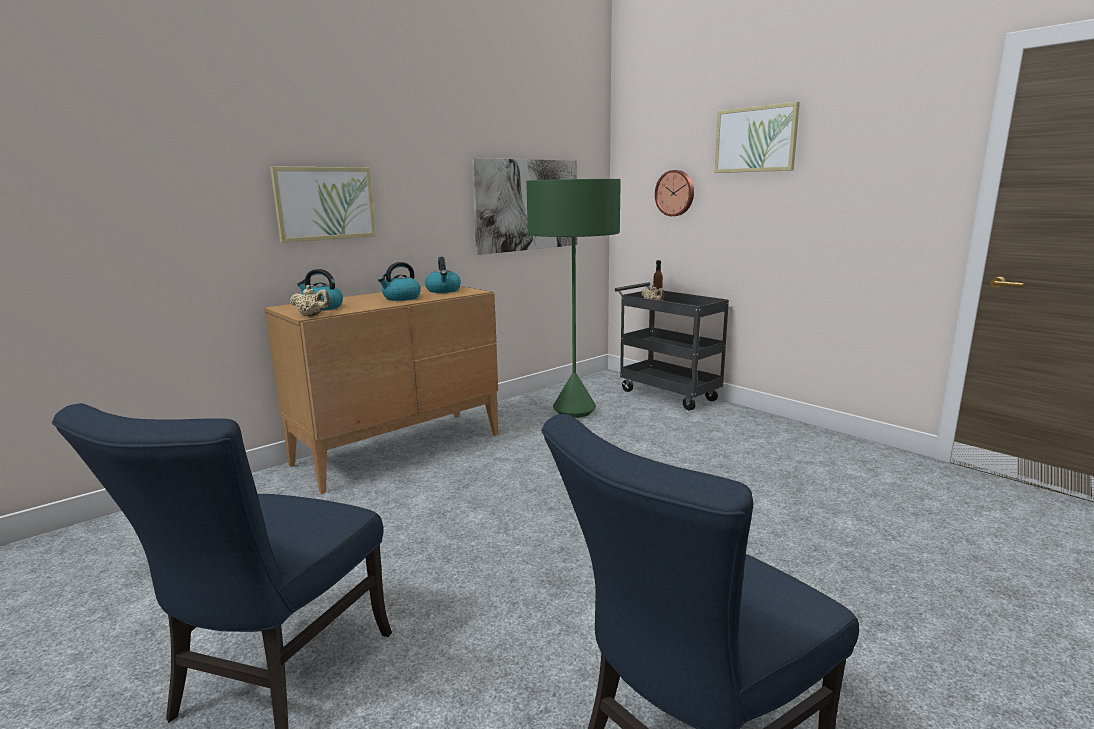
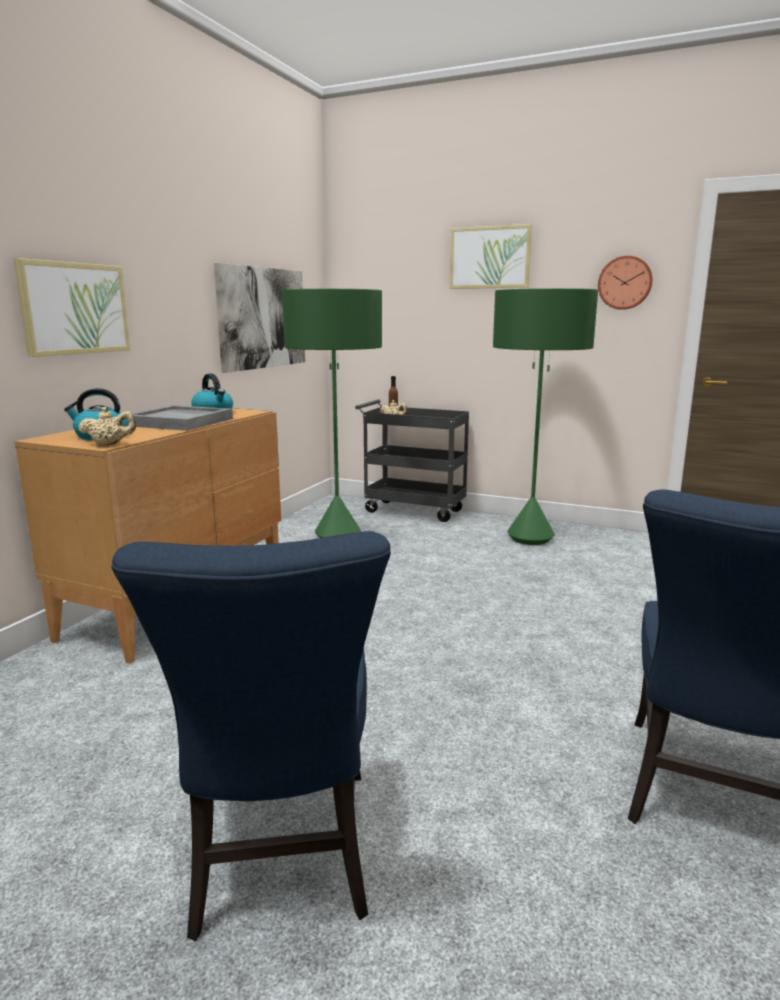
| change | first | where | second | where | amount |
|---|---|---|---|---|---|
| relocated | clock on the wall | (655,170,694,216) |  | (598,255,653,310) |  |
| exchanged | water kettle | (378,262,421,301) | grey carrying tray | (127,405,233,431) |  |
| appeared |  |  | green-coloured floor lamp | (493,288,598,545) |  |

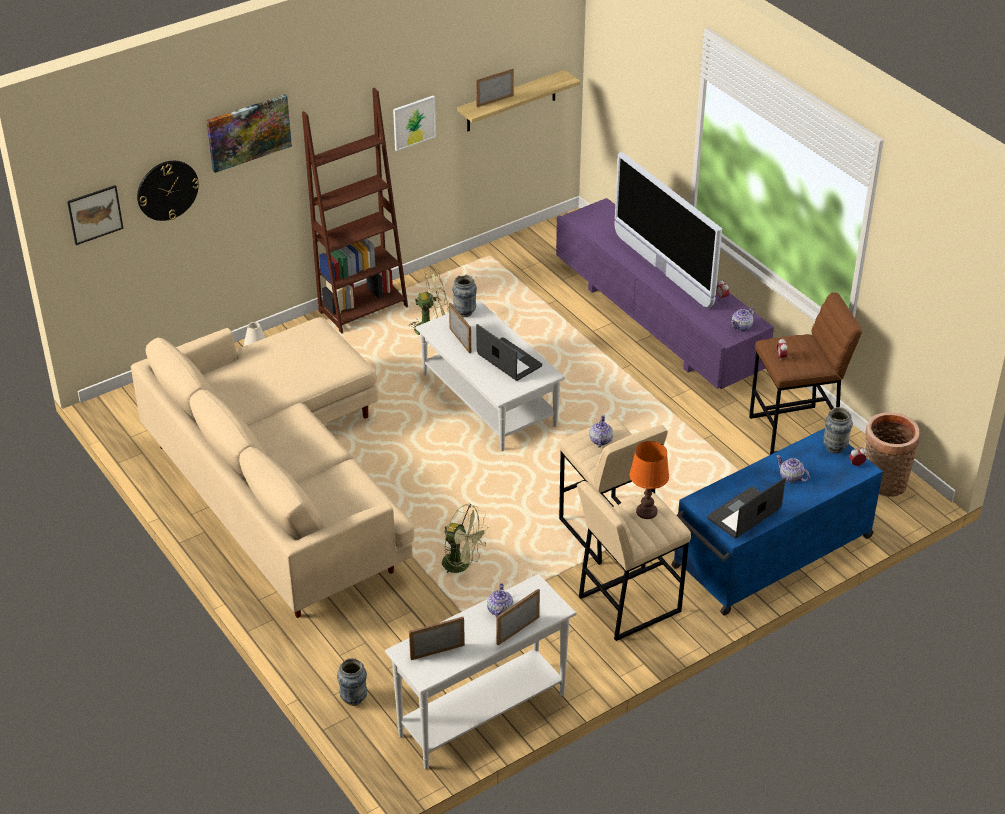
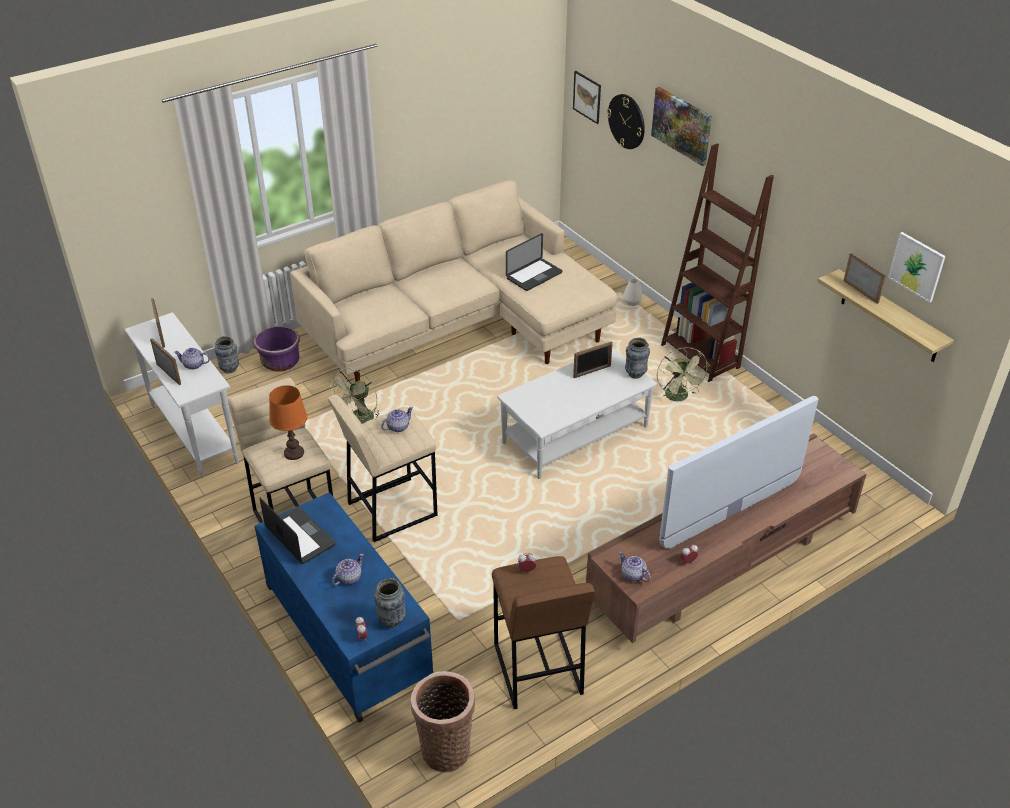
| change | first | where | second | where | amount |
|---|---|---|---|---|---|
| relocated | wall picture | (393,95,436,151) |  | (888,232,945,303) |  |
| colour | purple-coloured tv stand | (556,198,774,389) | brown tv stand | (586,433,866,643) |  |
| relocated | portable computer | (476,324,542,381) |  | (506,233,562,291) |  |
| spun | teapot | (589,415,613,448) |  | (381,407,413,432) | 45 degrees counterclockwise |
| appeared |  |  | purple-coloured plant pot | (253,327,300,372) |  |

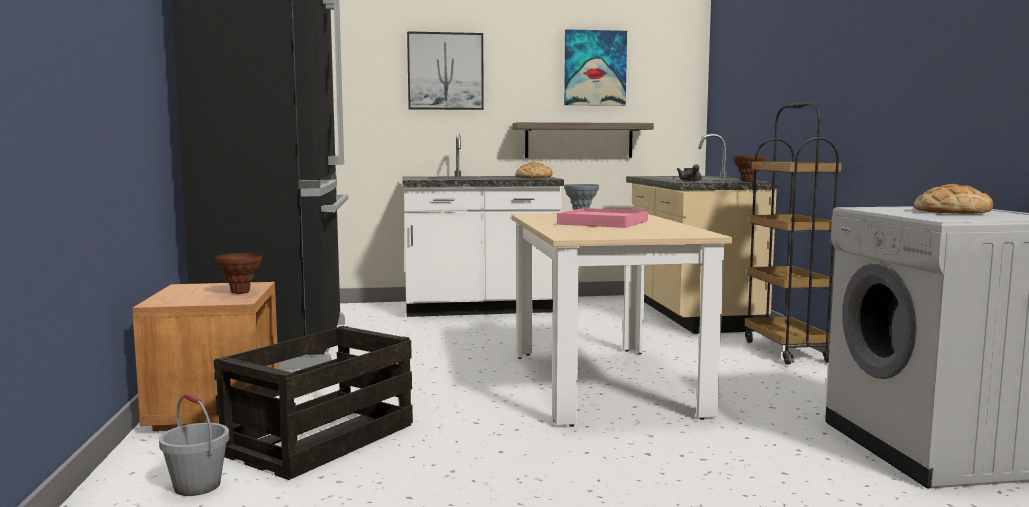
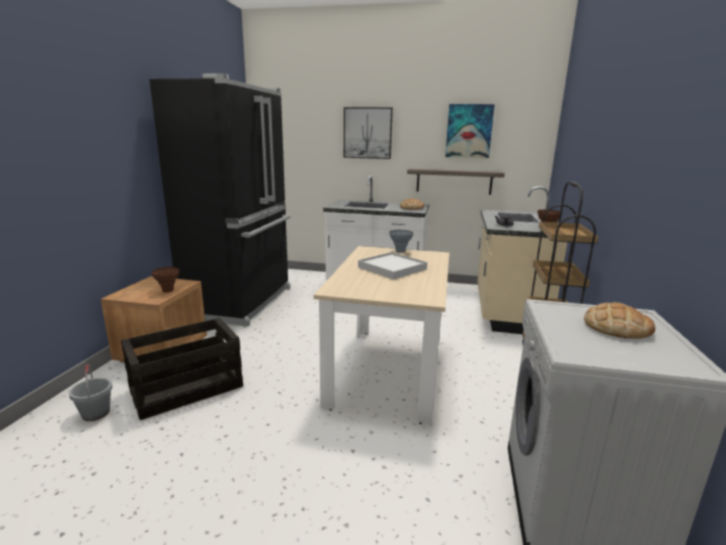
| change | first | where | second | where | amount |
|---|---|---|---|---|---|
| colour | pinkish carrying tray | (557,208,648,228) | white carrying tray | (358,252,427,280) |  |

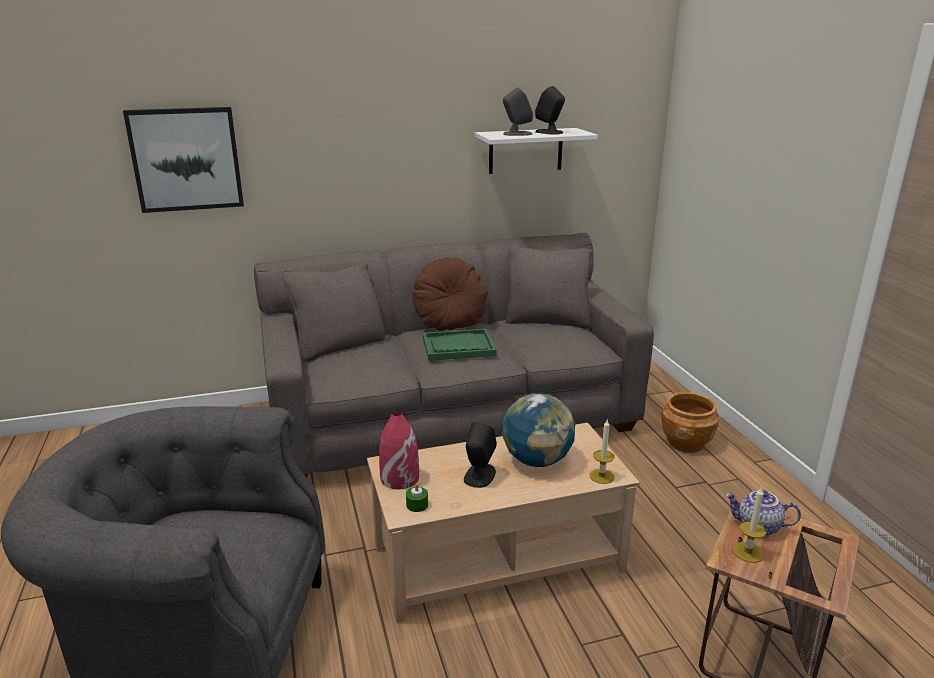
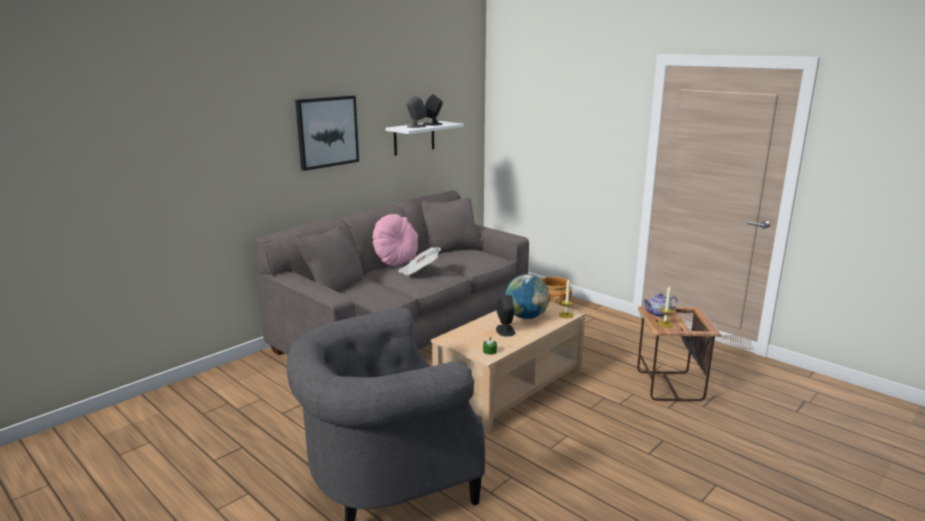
| change | first | where | second | where | amount |
|---|---|---|---|---|---|
| relocated | wall picture | (123,107,244,213) |  | (295,96,359,171) |  |
| colour | brown throw pillow | (412,257,488,331) | pinkish throw pillow | (373,214,418,266) |  |
| exchanged | green-coloured carrying tray | (423,329,497,361) | printed paper | (398,247,441,276) |  |
| missing | reddish flower vase | (379,411,419,489) |  |  |  |

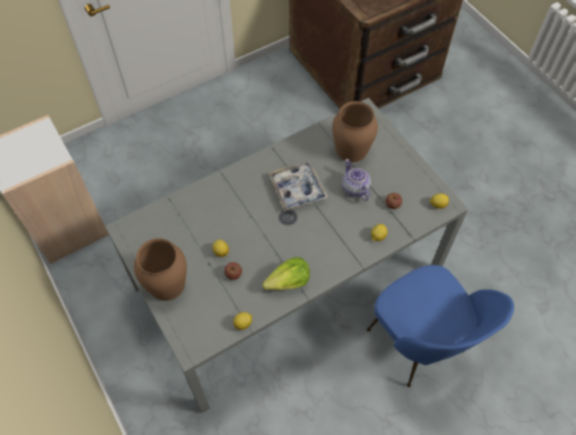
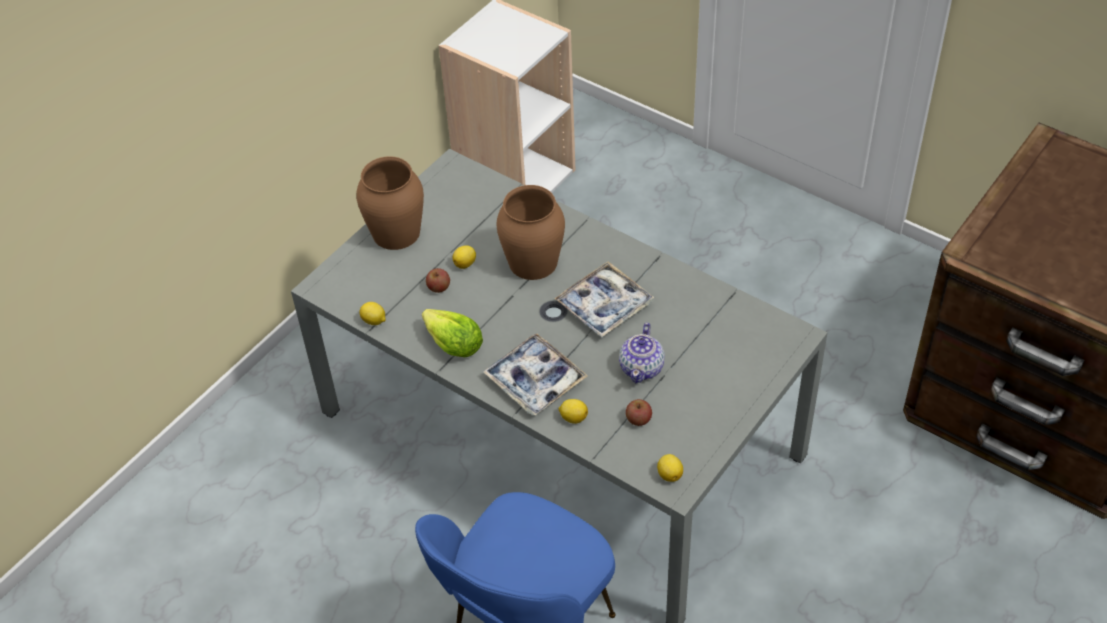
| change | first | where | second | where | amount |
|---|---|---|---|---|---|
| relocated | brown flower vase | (332,101,378,162) |  | (496,185,565,280) |  |
| spun | teapot | (342,159,371,201) |  | (619,323,665,383) | 150 degrees clockwise |
| appeared |  |  | carrying tray | (483,333,588,415) |  |

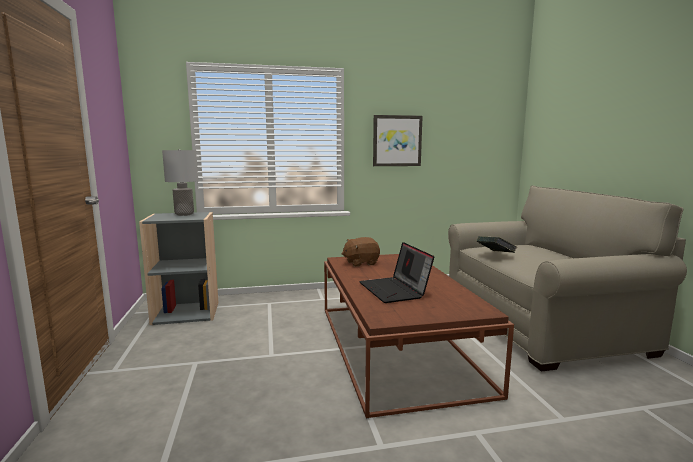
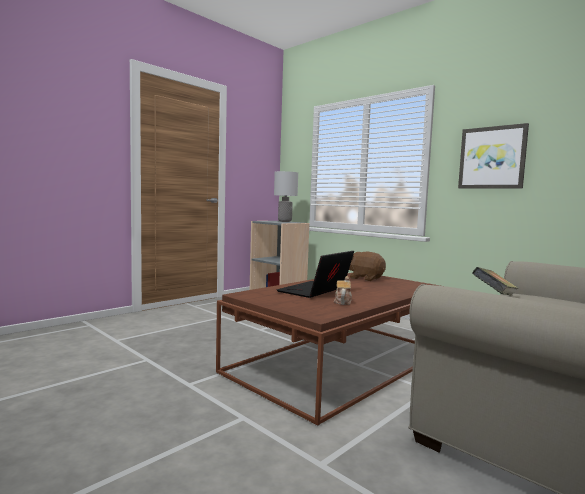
| change | first | where | second | where | amount |
|---|---|---|---|---|---|
| appeared |  |  | teapot | (334,276,352,305) |  |

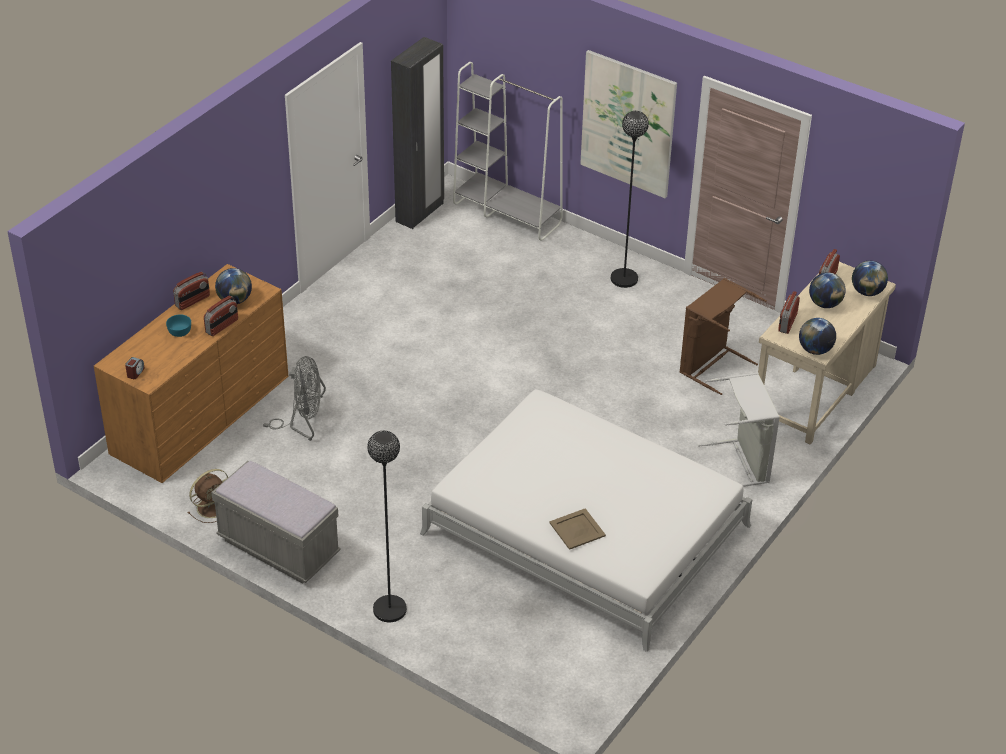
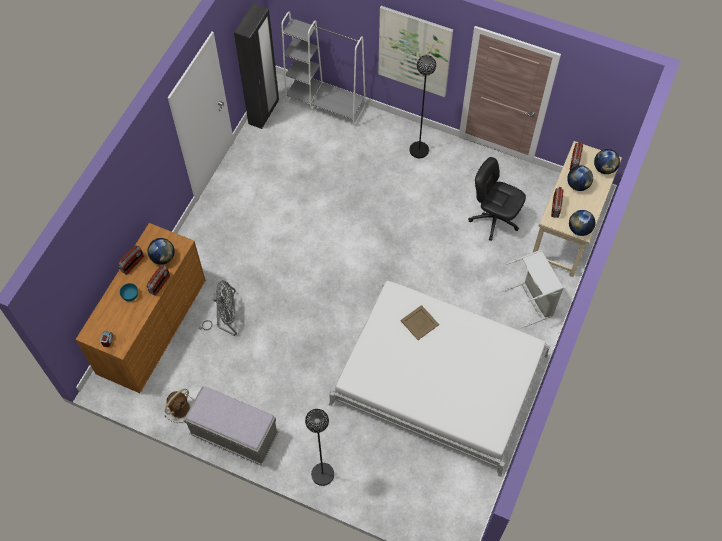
| change | first | where | second | where | amount |
|---|---|---|---|---|---|
| exchanged | brown washing basket | (679,278,767,395) | black-coloured desk chair | (468,157,526,241) |  |
| relocated | beige carrying tray | (549,508,606,550) |  | (400,305,439,340) |  |

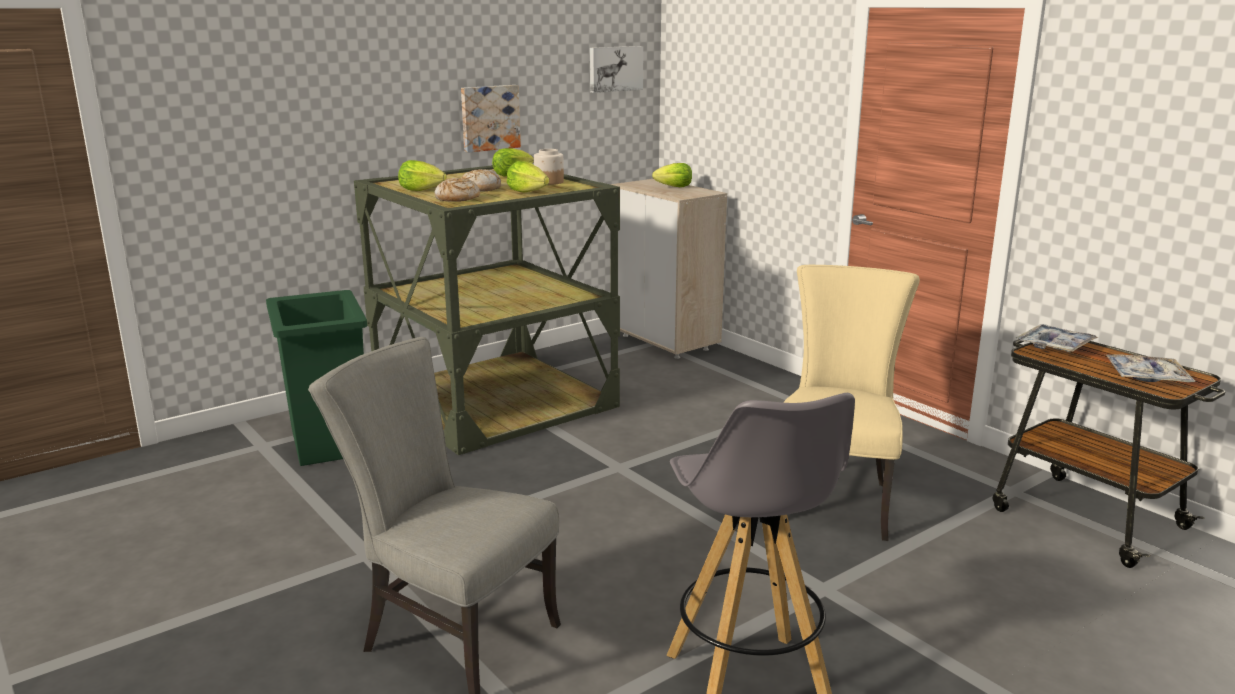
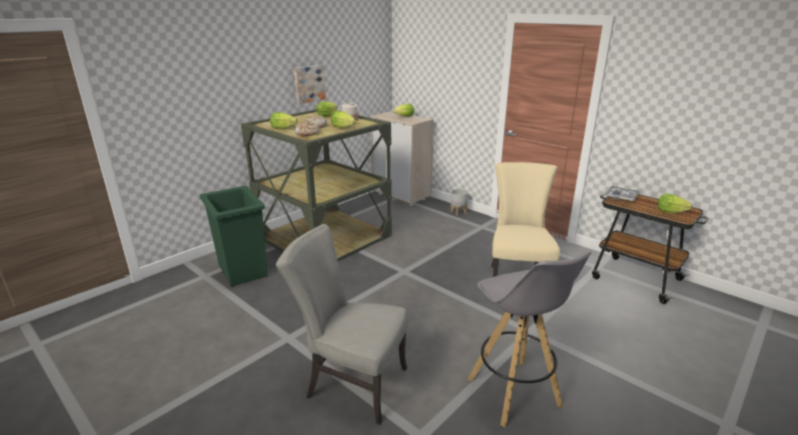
| change | first | where | second | where | amount |
|---|---|---|---|---|---|
| missing | wall picture | (590,46,643,93) |  |  |  |
| exchanged | carrying tray | (1106,354,1196,382) | head of lettuce | (657,194,692,213) |  |
| appeared |  |  | grey plant pot | (451,189,468,216) |  |

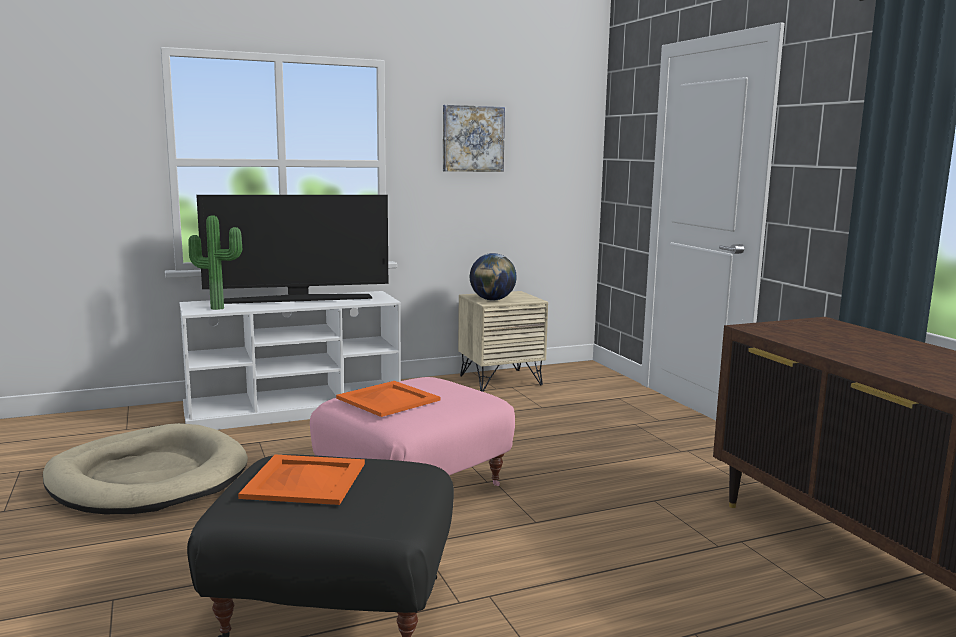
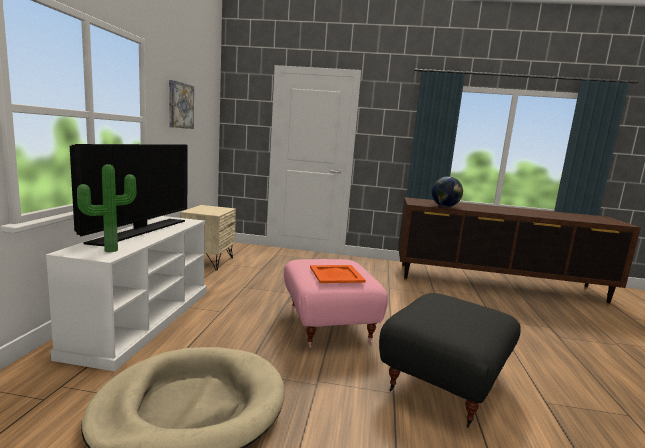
| change | first | where | second | where | amount |
|---|---|---|---|---|---|
| relocated | world globe | (470,253,517,301) |  | (432,176,463,207) |  |
| missing | orange carrying tray | (238,455,365,505) |  |  |  |

